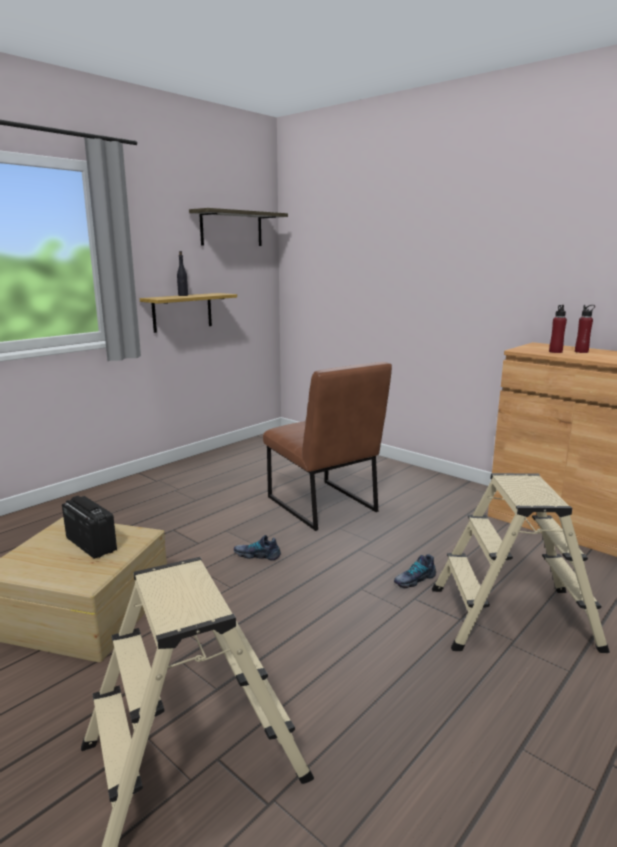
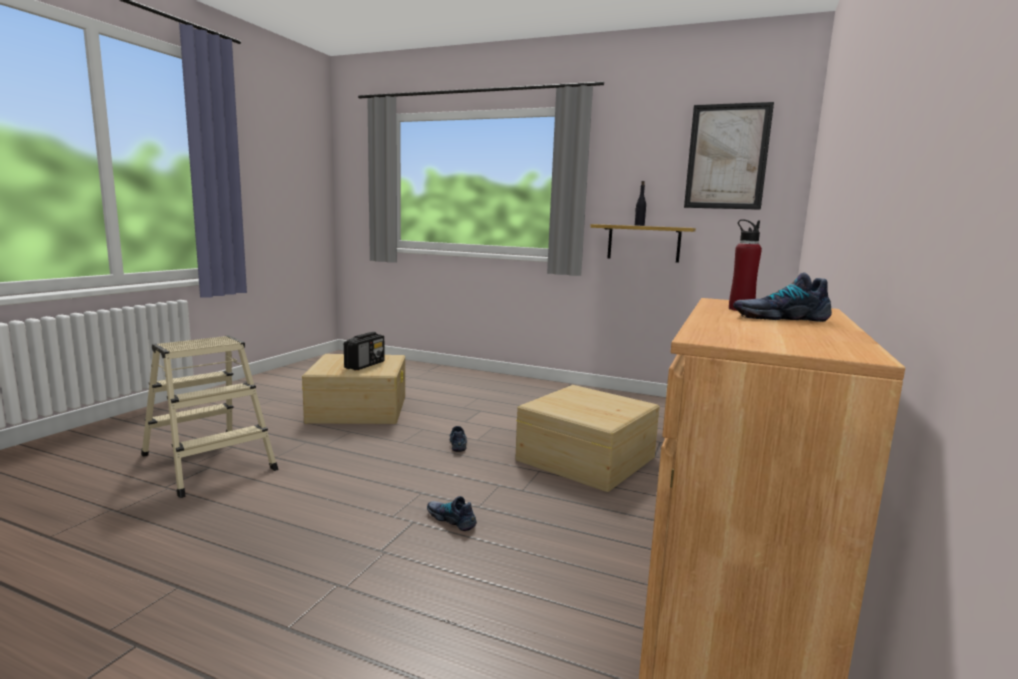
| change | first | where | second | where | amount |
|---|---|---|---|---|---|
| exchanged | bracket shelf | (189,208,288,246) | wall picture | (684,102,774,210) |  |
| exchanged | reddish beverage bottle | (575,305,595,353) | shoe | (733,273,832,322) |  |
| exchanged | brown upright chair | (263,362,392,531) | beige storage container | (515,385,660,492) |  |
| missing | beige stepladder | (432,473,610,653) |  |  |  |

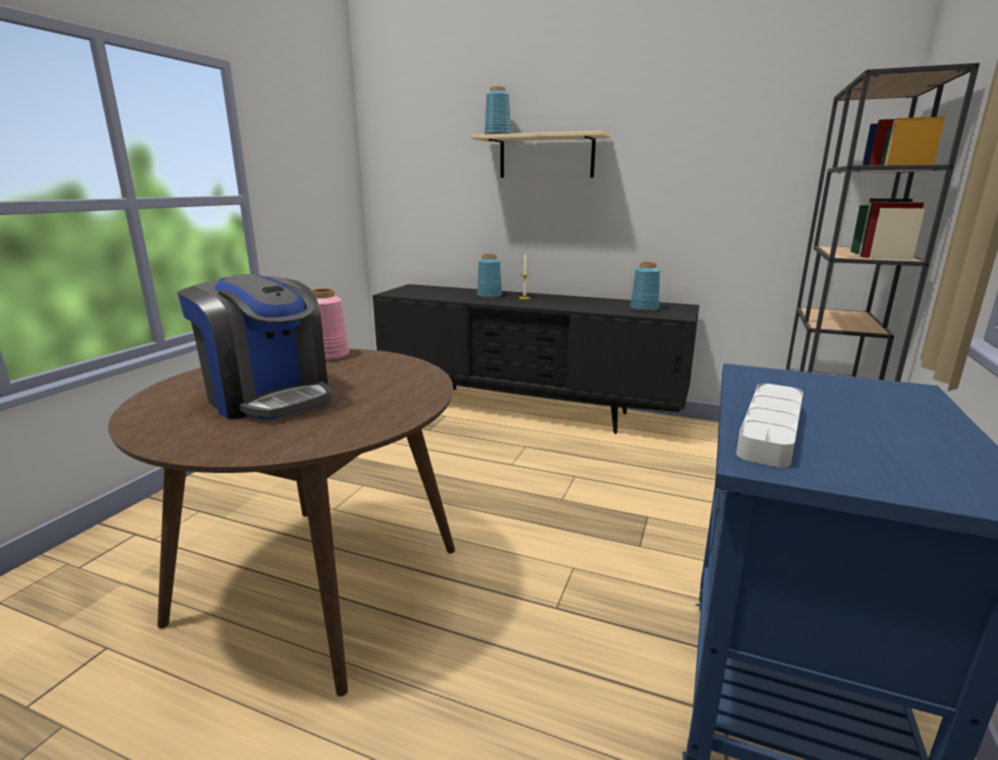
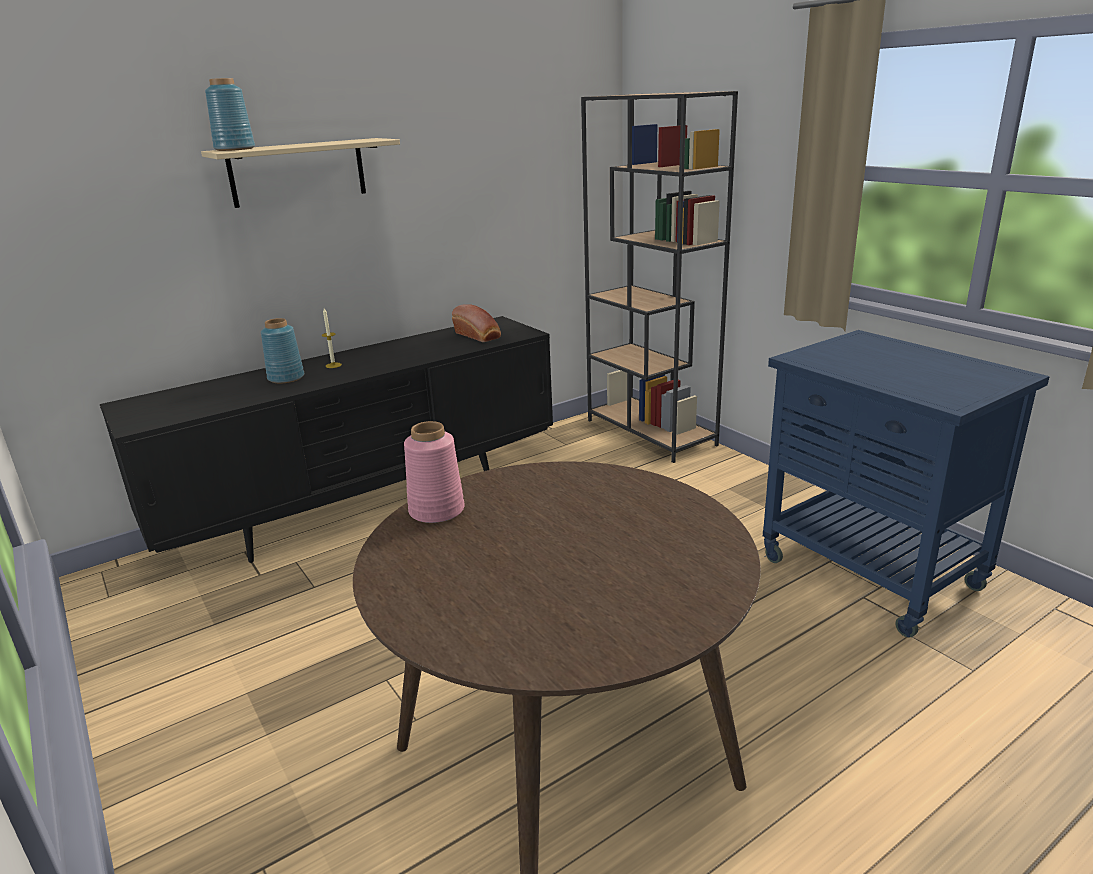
| change | first | where | second | where | amount |
|---|---|---|---|---|---|
| exchanged | blue-coloured flower vase | (630,262,660,311) | bread | (452,304,501,342) |  |
| missing | coffee maker | (177,274,332,420) |  |  |  |
| missing | grey carrying tray | (736,383,803,467) |  |  |  |

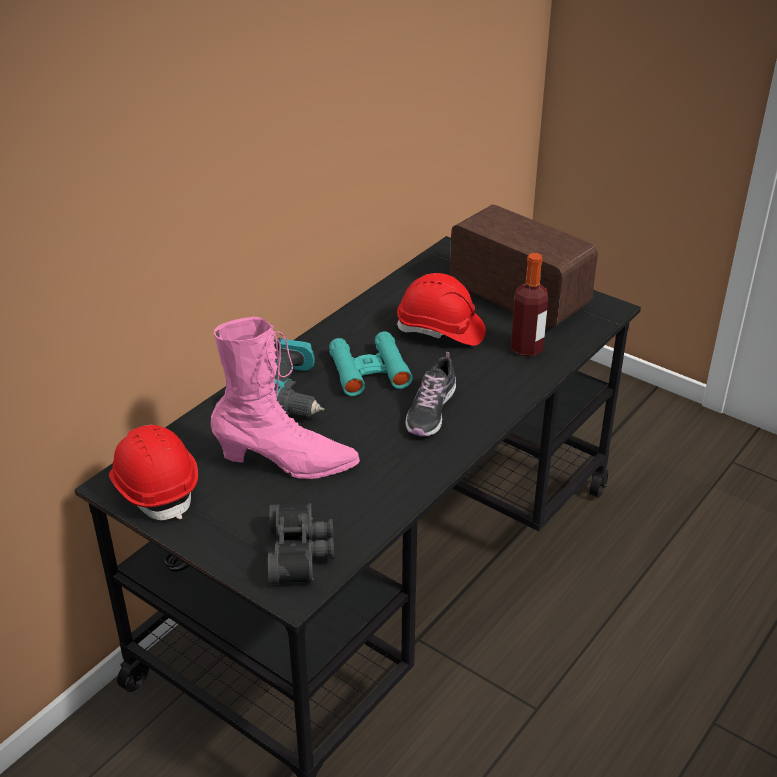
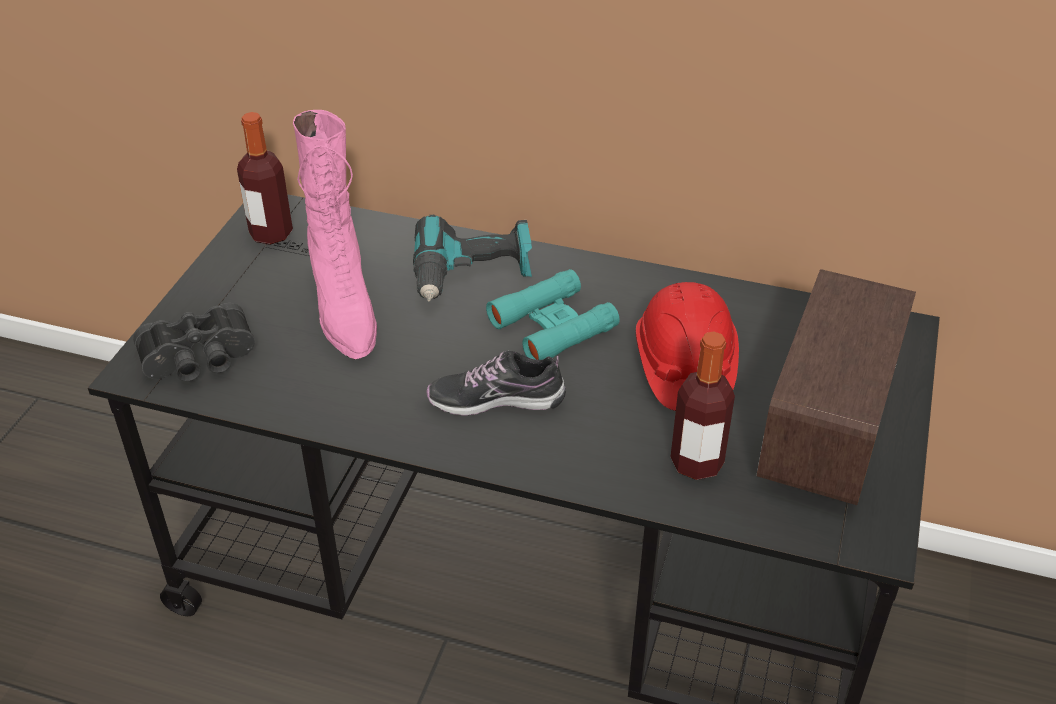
| change | first | where | second | where | amount |
|---|---|---|---|---|---|
| exchanged | reddish safety helmet | (109,425,198,520) | beverage bottle | (237,112,293,245) |  |

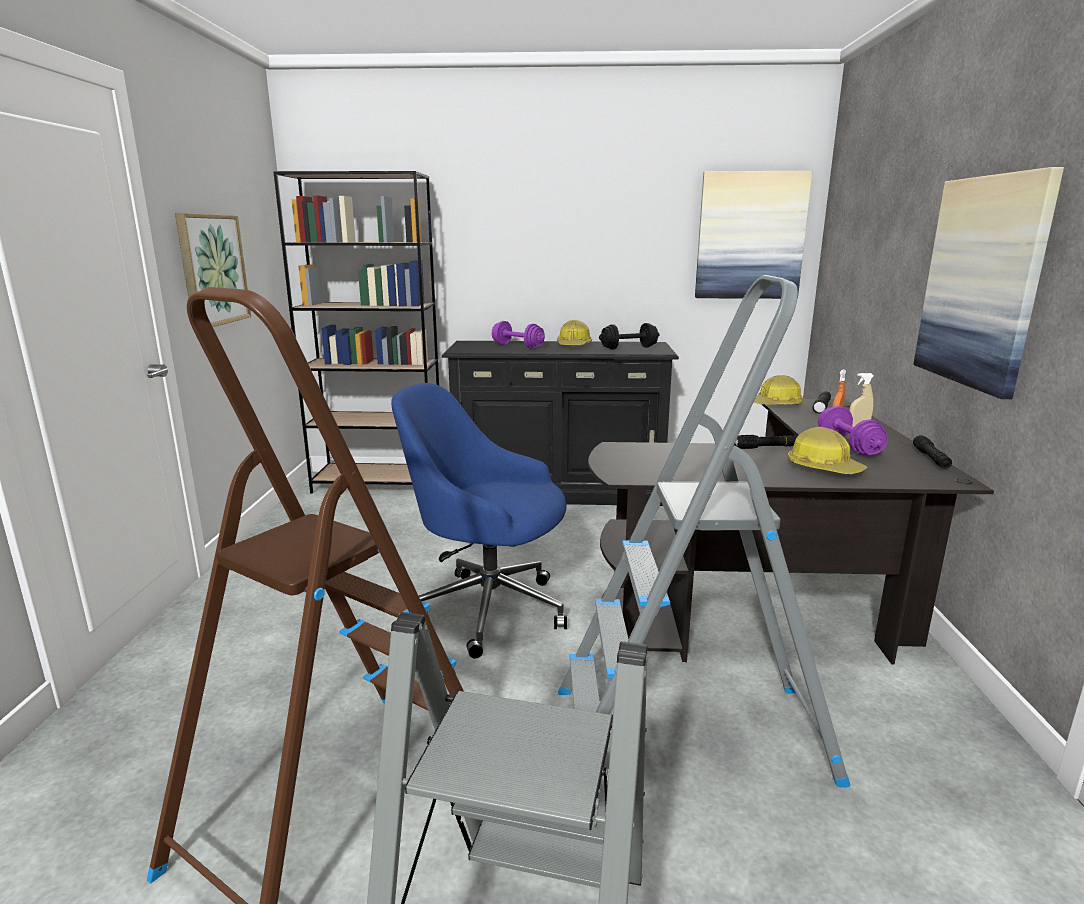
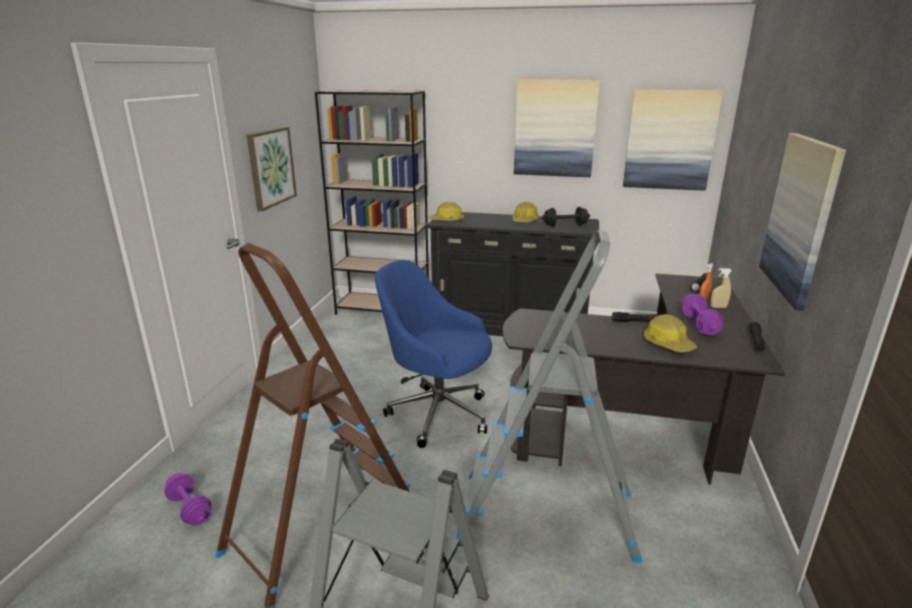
| change | first | where | second | where | amount |
|---|---|---|---|---|---|
| relocated | purple-coloured dumbbell | (492,321,545,349) |  | (164,473,211,526) |  |
| relocated | safety helmet | (754,375,803,405) |  | (429,202,464,221) |  |
| appeared |  |  | wall picture | (514,79,600,177) |  |

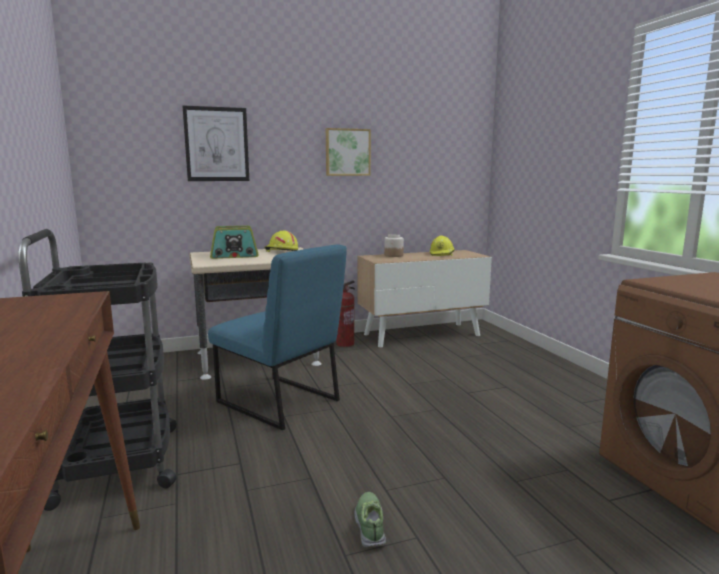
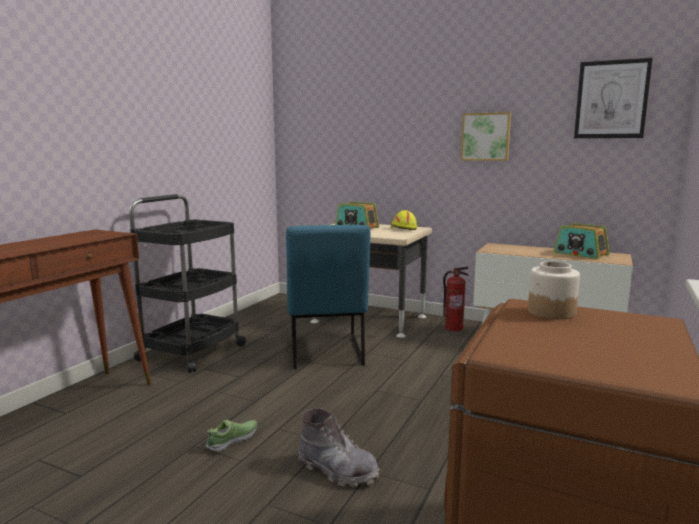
| change | first | where | second | where | amount |
|---|---|---|---|---|---|
| relocated | wall picture | (183,106,249,181) |  | (574,58,653,138) |  |
| relocated | jar | (384,234,404,257) |  | (528,261,580,320) |  |
| exchanged | yellowish safety helmet | (430,235,455,256) | radio | (553,223,610,259) |  |
| appeared |  |  | grey high-top boot | (298,408,379,487) |  |

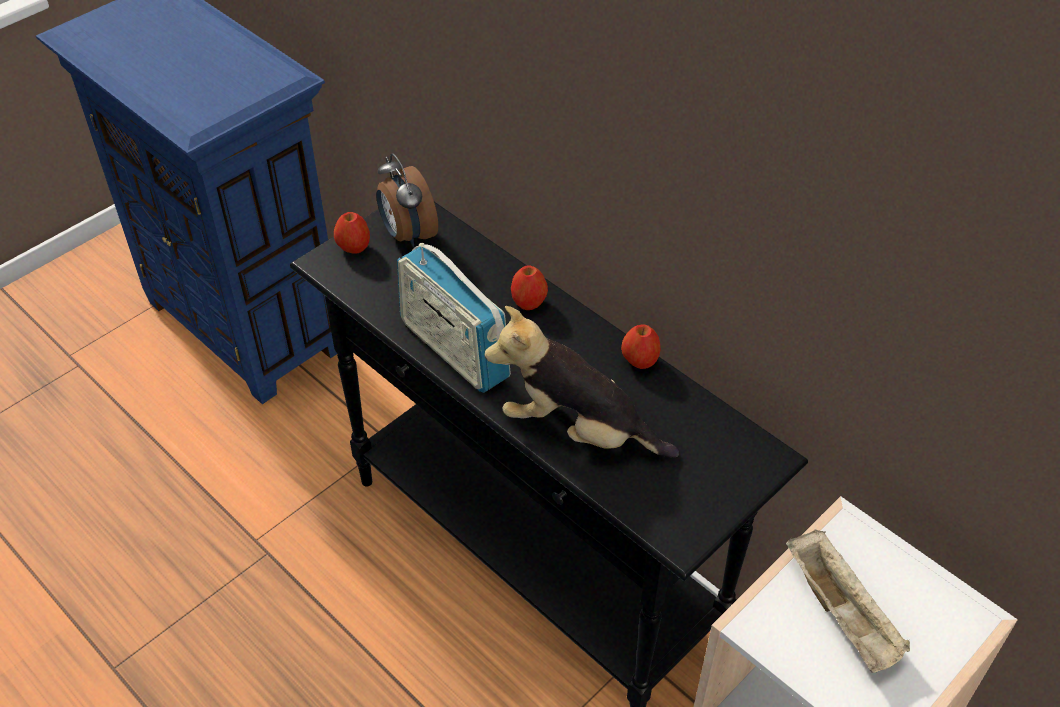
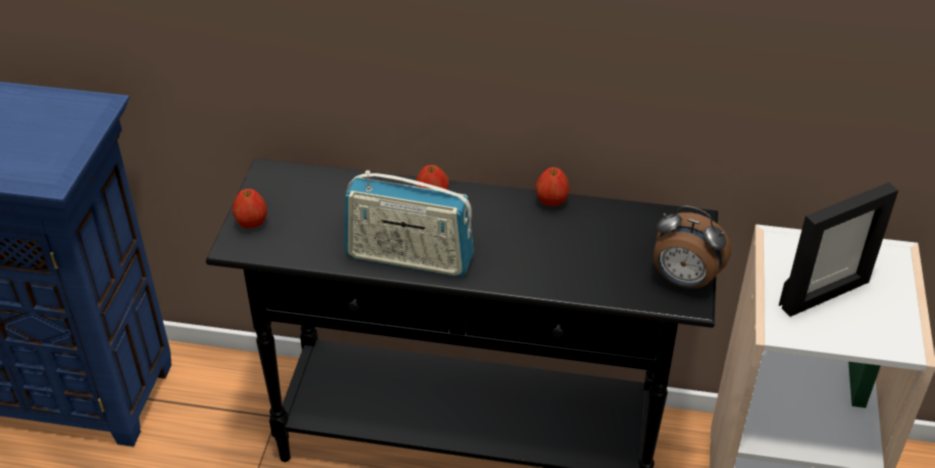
| change | first | where | second | where | amount |
|---|---|---|---|---|---|
| relocated | bedside clock | (376,153,438,248) |  | (653,206,731,289) |  |
| missing | soft toy | (485,306,679,458) |  |  |  |
| exchanged | beige carrying tray | (786,530,910,673) | standing frame | (779,182,899,317) |  |

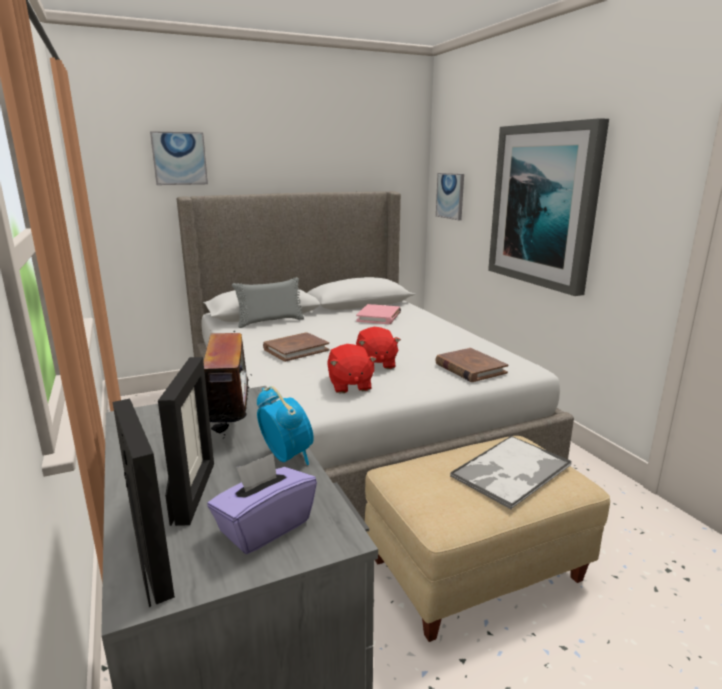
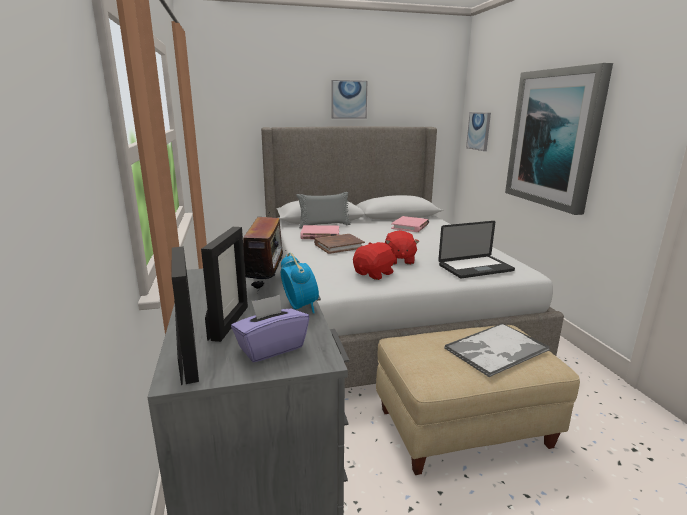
| change | first | where | second | where | amount |
|---|---|---|---|---|---|
| relocated | wall picture | (150,131,208,185) |  | (331,80,367,119) |  |
| spun | reddish soft toy | (327,344,377,393) |  | (353,242,397,280) | 135 degrees counterclockwise |
| exchanged | brown bound book | (435,348,509,382) | portable computer | (438,221,515,278) |  |
| appeared |  |  | pinkish bound book | (300,225,339,239) |  |

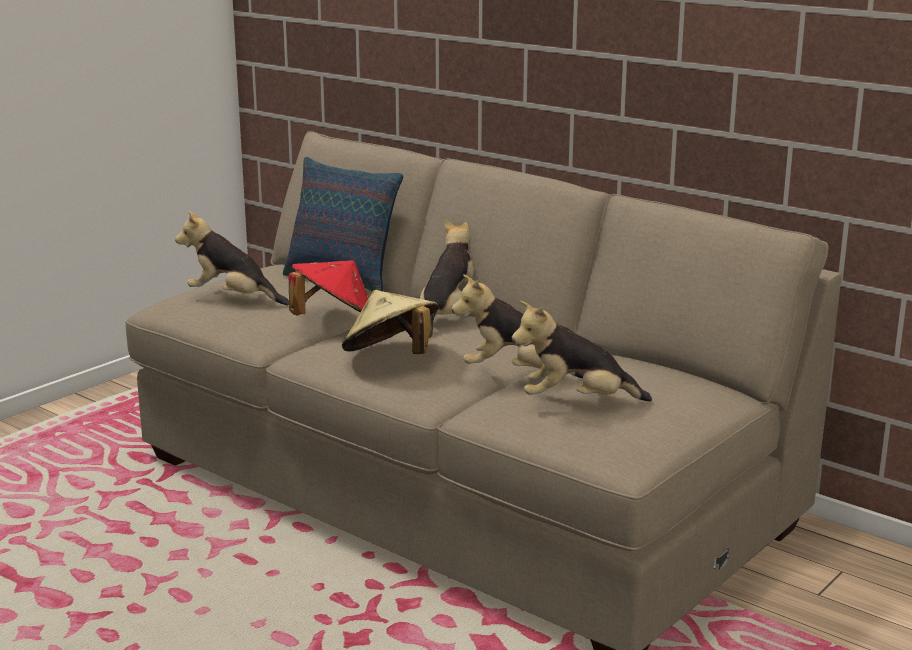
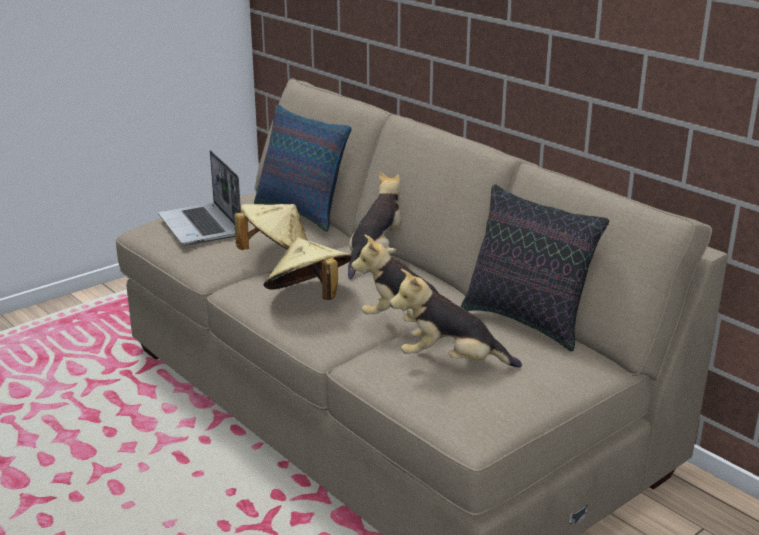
| change | first | where | second | where | amount |
|---|---|---|---|---|---|
| exchanged | soft toy | (175,211,289,305) | portable computer | (158,150,241,245) |  |
| colour | reddish clothing hat | (289,260,369,316) | beige clothing hat | (235,204,307,250) |  |
| appeared |  |  | black-coloured throw pillow | (461,184,609,352) |  |

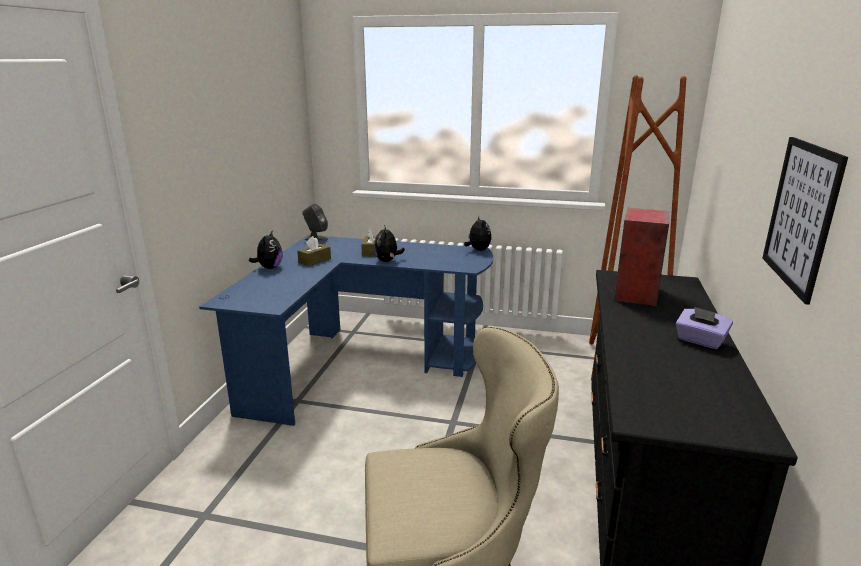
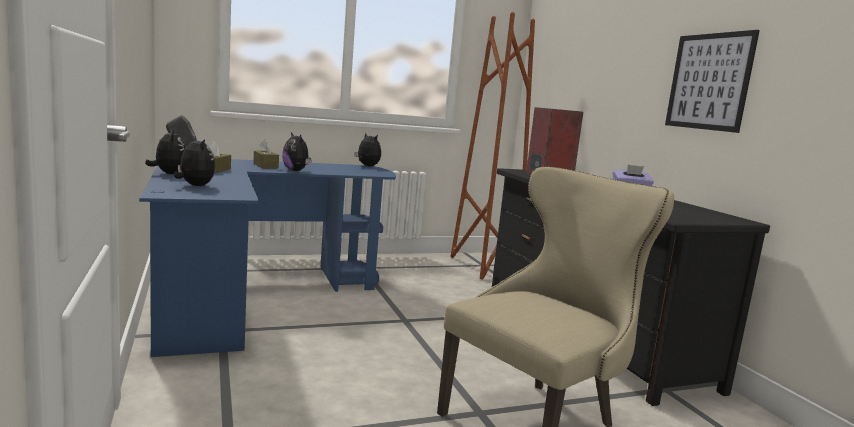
| change | first | where | second | where | amount |
|---|---|---|---|---|---|
| appeared |  |  | soft toy | (174,136,215,186) |  |

